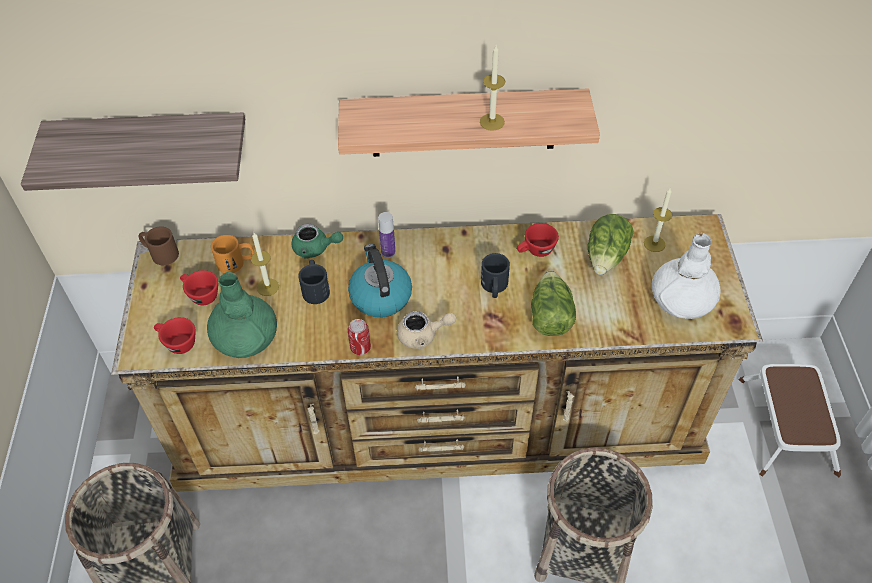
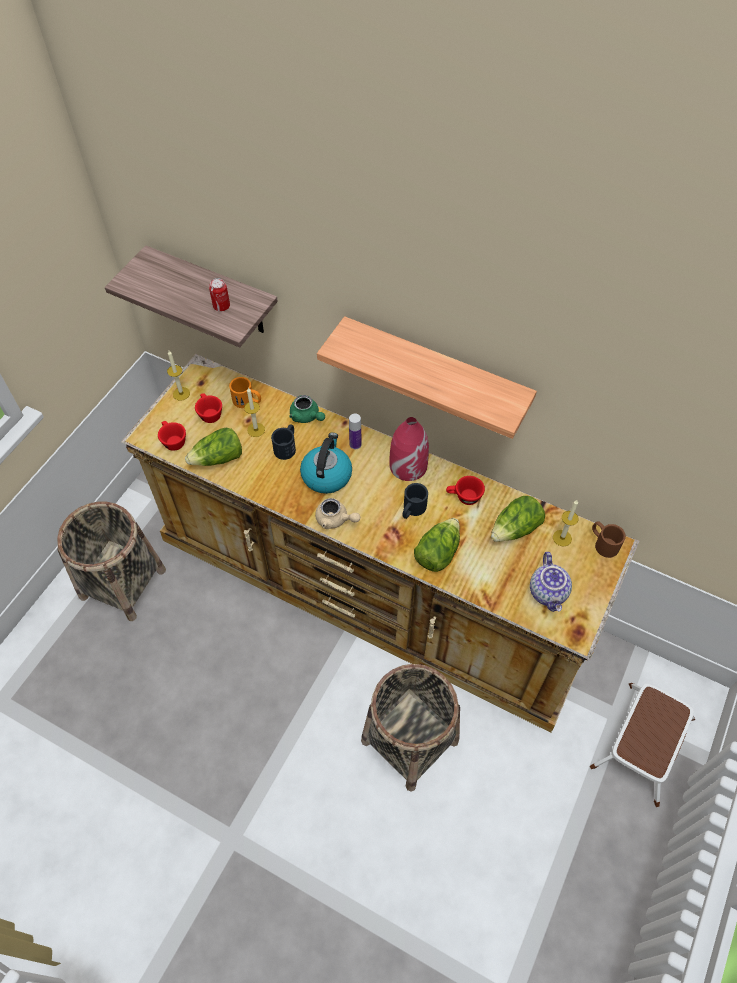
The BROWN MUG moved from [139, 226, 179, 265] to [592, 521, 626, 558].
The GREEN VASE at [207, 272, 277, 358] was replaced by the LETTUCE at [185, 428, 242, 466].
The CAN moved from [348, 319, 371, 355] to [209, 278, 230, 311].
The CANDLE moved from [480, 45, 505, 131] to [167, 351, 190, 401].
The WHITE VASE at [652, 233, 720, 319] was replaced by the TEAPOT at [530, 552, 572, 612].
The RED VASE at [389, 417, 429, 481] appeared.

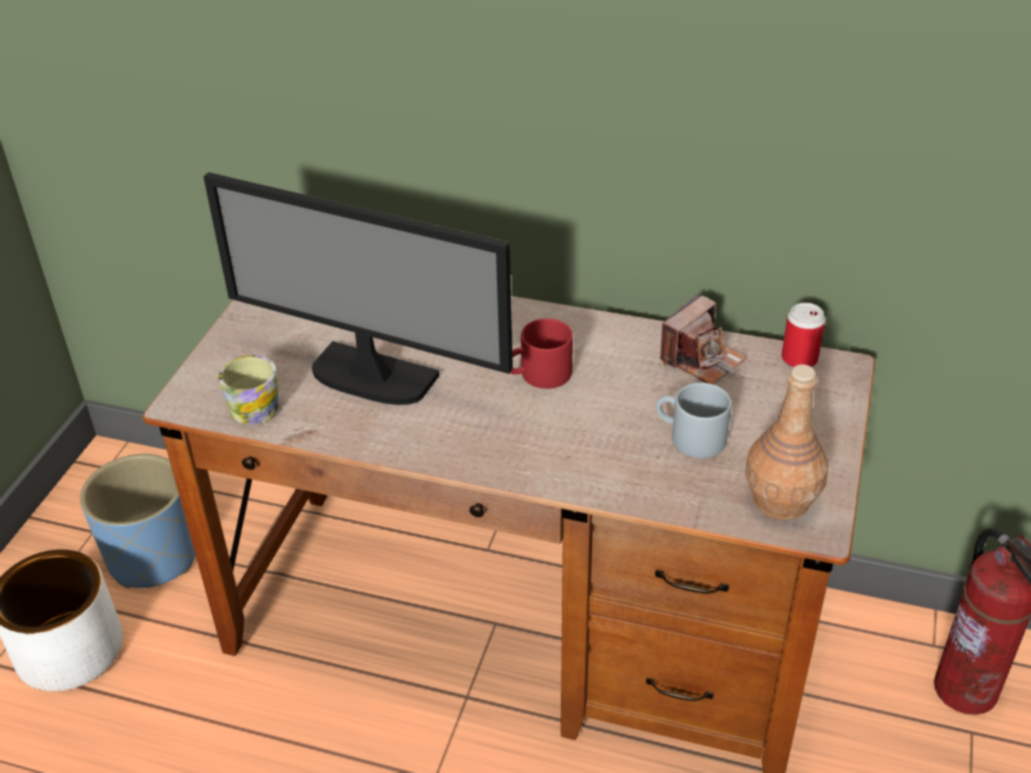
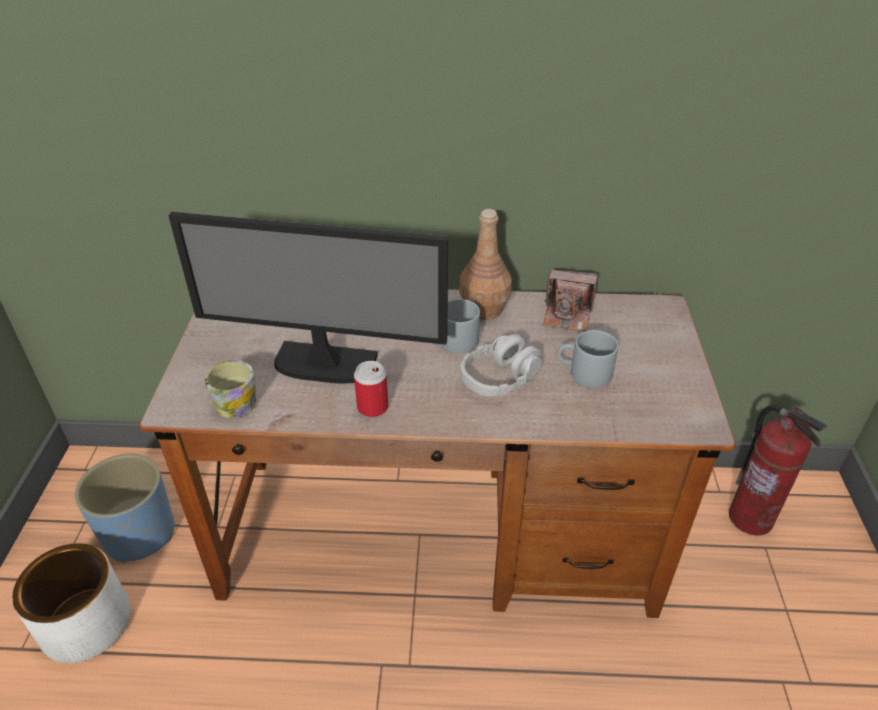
The RED MUG at [510, 318, 573, 389] became the GREY MUG at [432, 299, 480, 353].
The PHOTO CAMERA at [660, 294, 747, 385] turned 75 degrees clockwise.
The BROWN BOTTLE moved from [745, 364, 829, 520] to [459, 209, 512, 320].
The CAN moved from [781, 303, 825, 367] to [354, 361, 388, 417].
The GREY HEADPHONES at [460, 334, 542, 396] appeared.

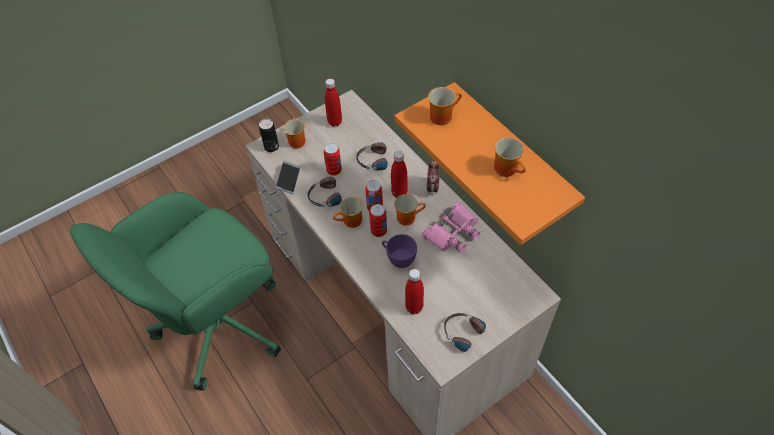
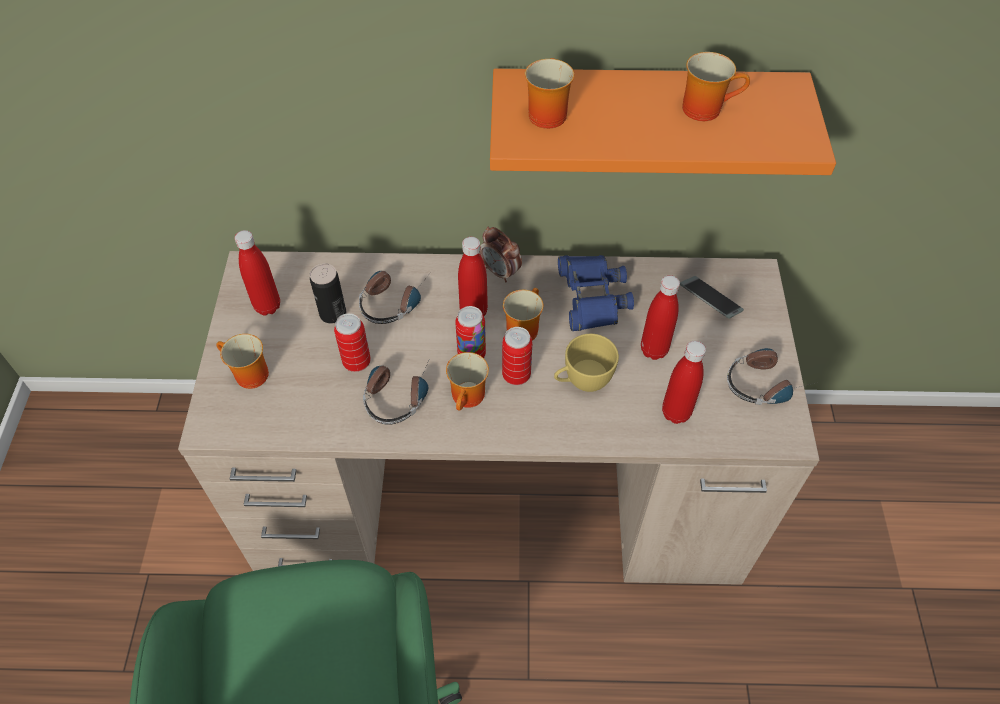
The CAN moved from [259, 119, 279, 152] to [310, 263, 346, 324].
The PHONE moved from [275, 161, 300, 194] to [680, 276, 744, 319].
The PURPLE CUP at [382, 234, 417, 268] became the YELLOW CUP at [554, 334, 619, 392].
The PINK BINOCULARS at [422, 202, 481, 253] became the BLUE BINOCULARS at [558, 255, 634, 331].
The RED BOTTLE at [641, 275, 680, 360] appeared.

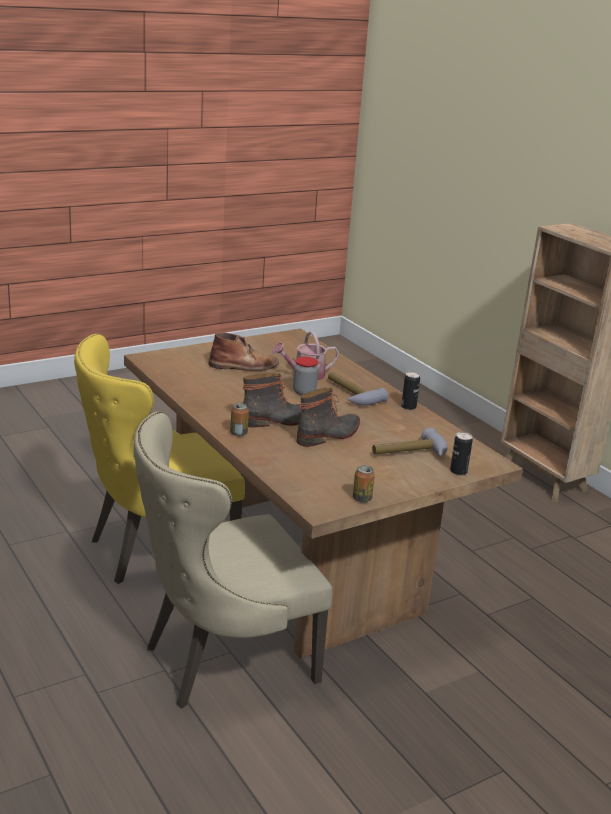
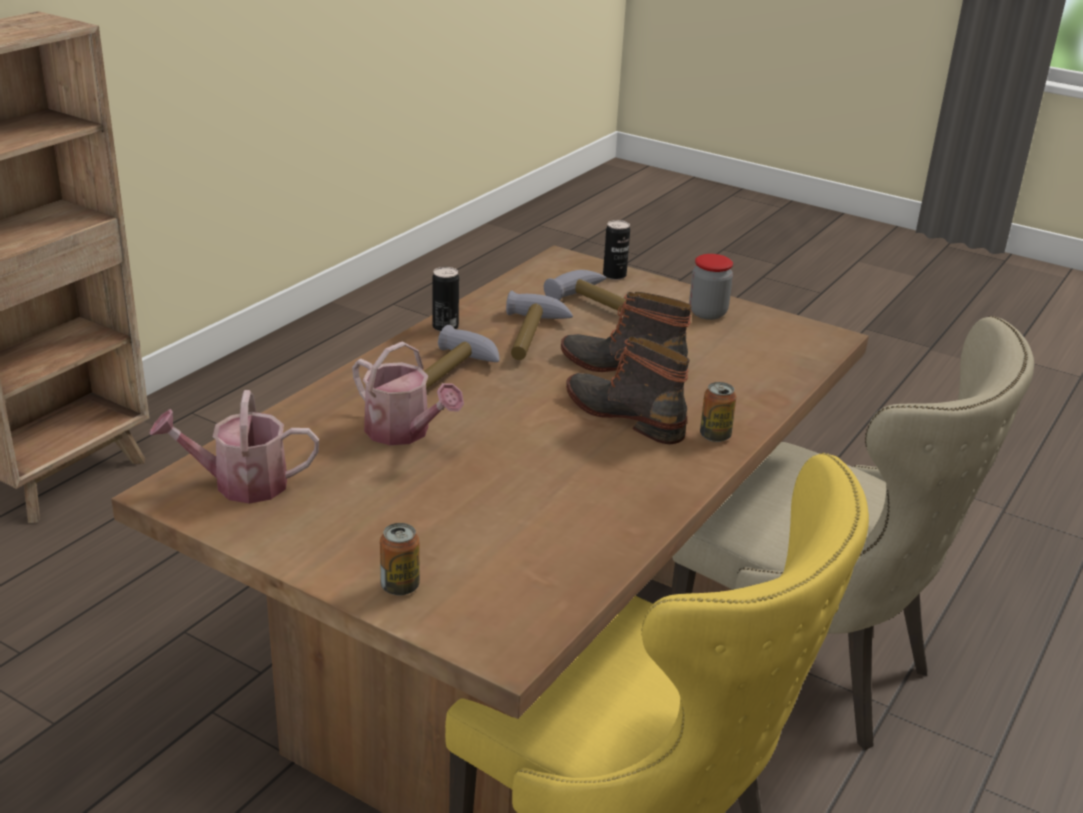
The BROWN BOOT at [208, 332, 279, 371] disappeared.
The JAR moved from [293, 357, 318, 396] to [689, 254, 733, 320].
The CAN moved from [353, 465, 375, 503] to [380, 523, 419, 596].
The WATERING CAN at [150, 390, 319, 504] appeared.
The HAMMER at [506, 291, 573, 360] appeared.

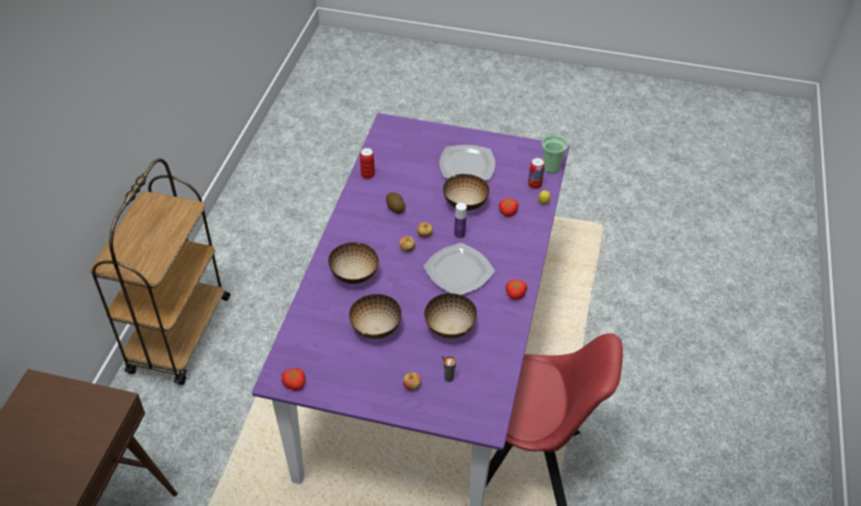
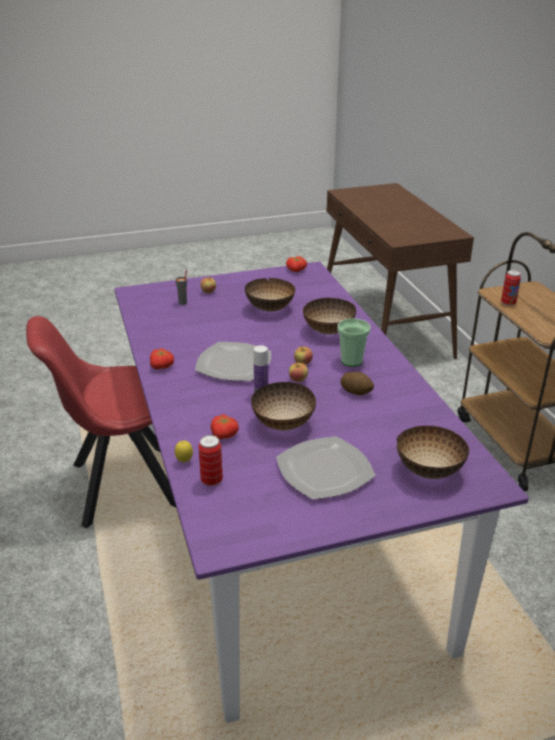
The CAN moved from [360, 148, 375, 179] to [501, 270, 521, 306].
The BOWL moved from [424, 293, 477, 339] to [397, 426, 470, 479].
The CUP moved from [542, 136, 568, 173] to [338, 318, 371, 367].

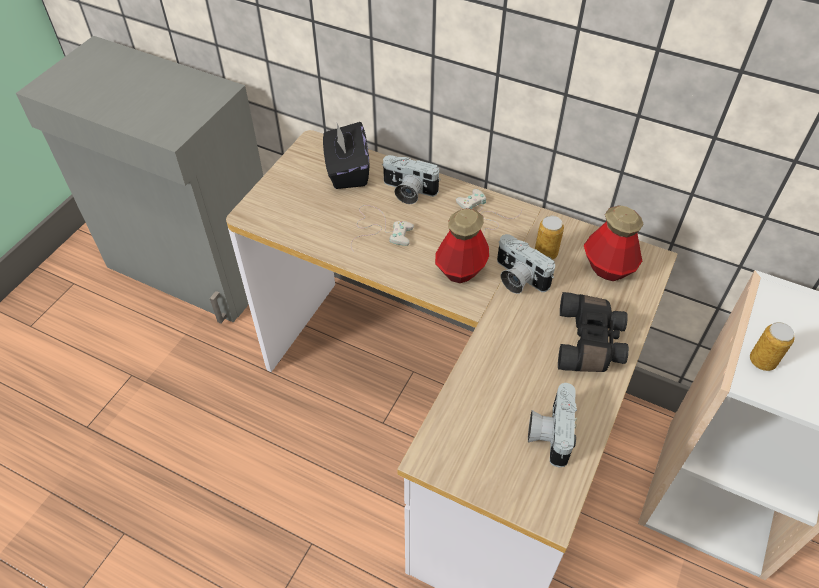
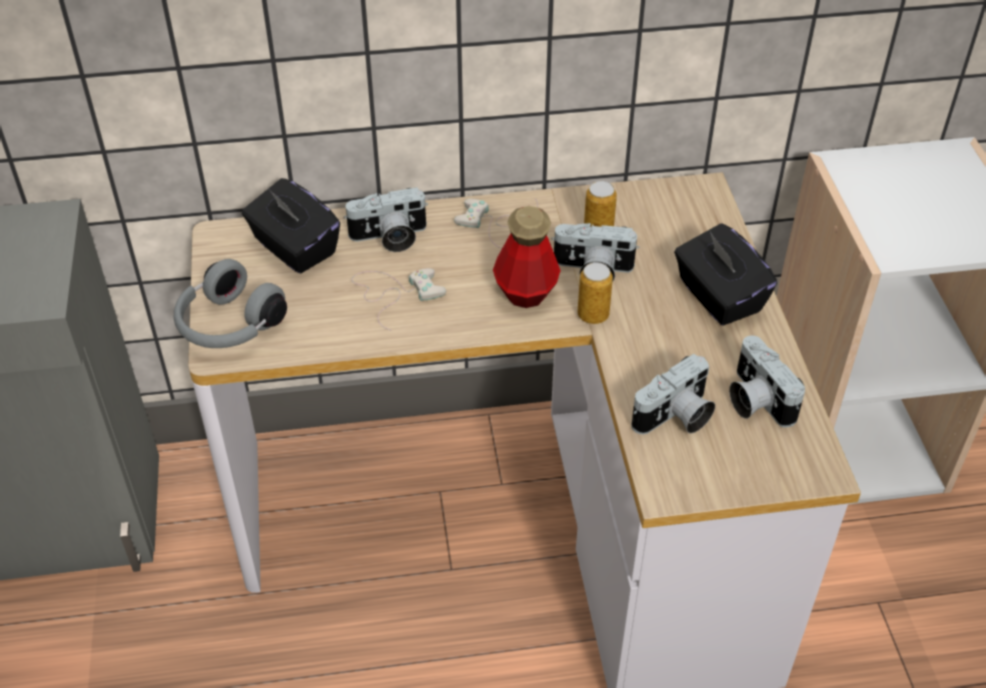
The BLACK BINOCULARS at [558, 292, 629, 372] was replaced by the BLACK TISSUE BOX at [674, 223, 777, 326].
The BOTTLE at [584, 206, 644, 281] disappeared.
The CAN moved from [750, 322, 795, 371] to [578, 262, 613, 324].
The GREY HEADPHONES at [174, 259, 287, 348] appeared.
The PHOTO CAMERA at [631, 354, 715, 434] appeared.

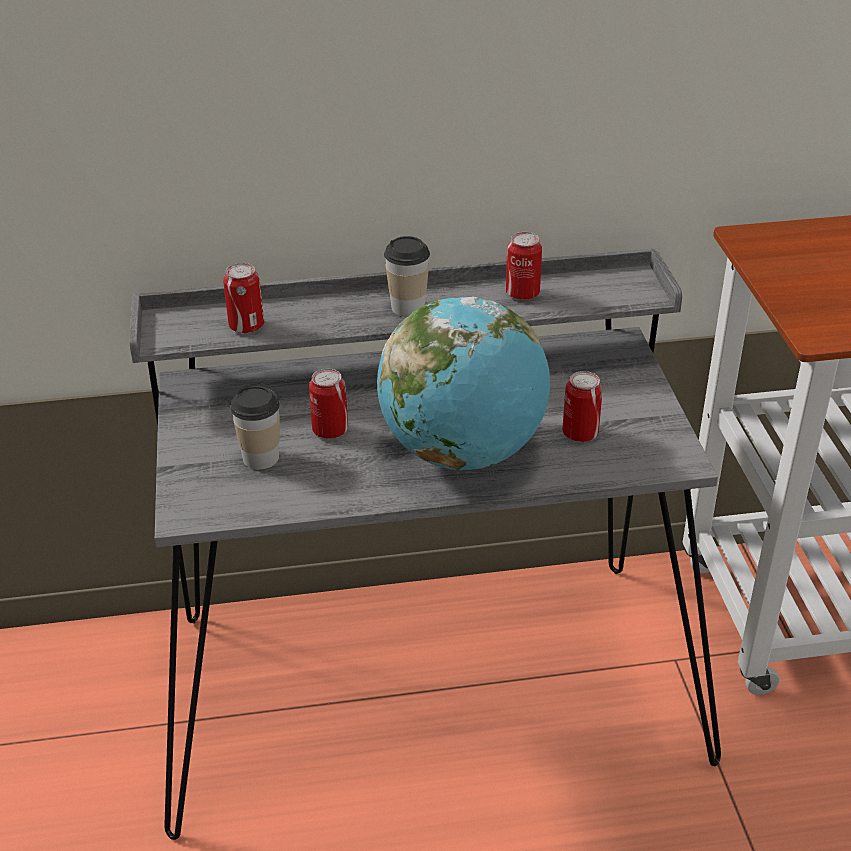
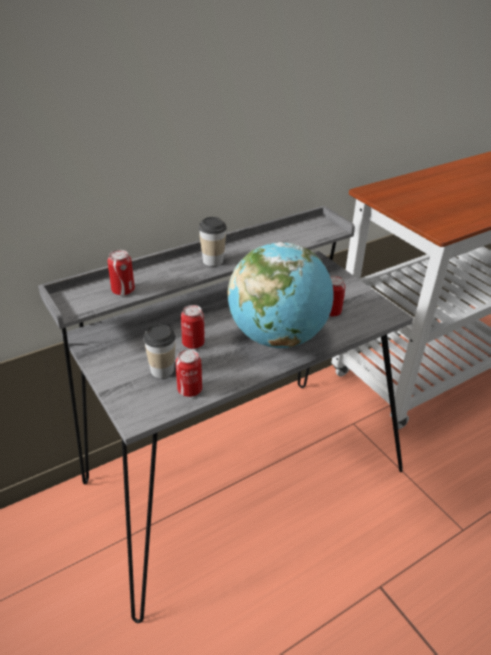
The CAN moved from [506, 232, 542, 300] to [176, 349, 202, 397].

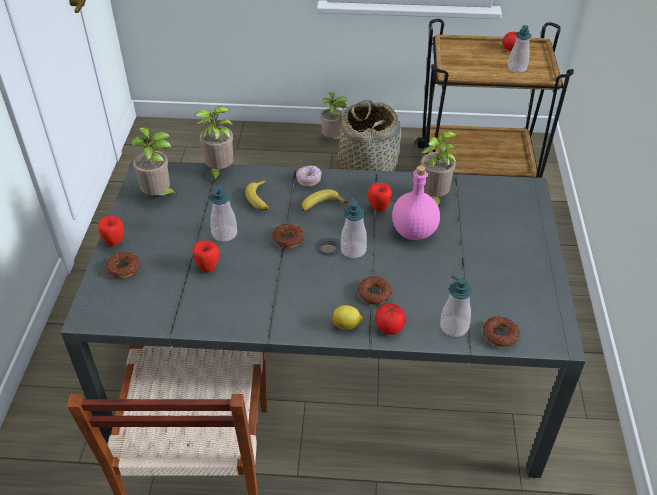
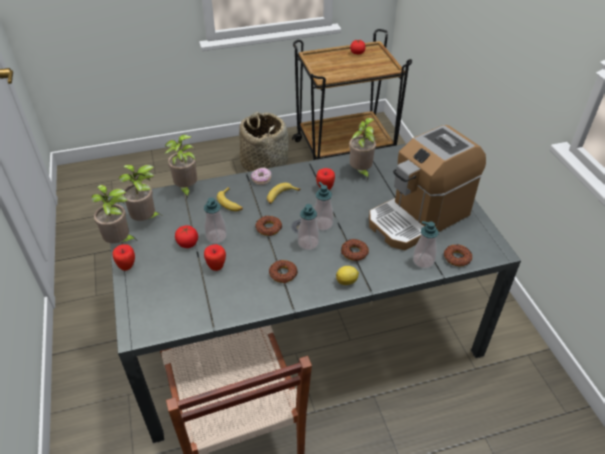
The DONUT moved from [105, 252, 140, 279] to [269, 260, 298, 283].
The POTTED PLANT moved from [320, 92, 348, 139] to [92, 185, 137, 243].
The TOMATO moved from [375, 304, 406, 335] to [175, 225, 198, 248].
The PINK BOTTLE at [392, 165, 440, 240] disappeared.
The SOAP DISPENSER moved from [508, 25, 531, 73] to [298, 204, 319, 250].
The COFFEE MACHINE at [369, 125, 486, 250] appeared.

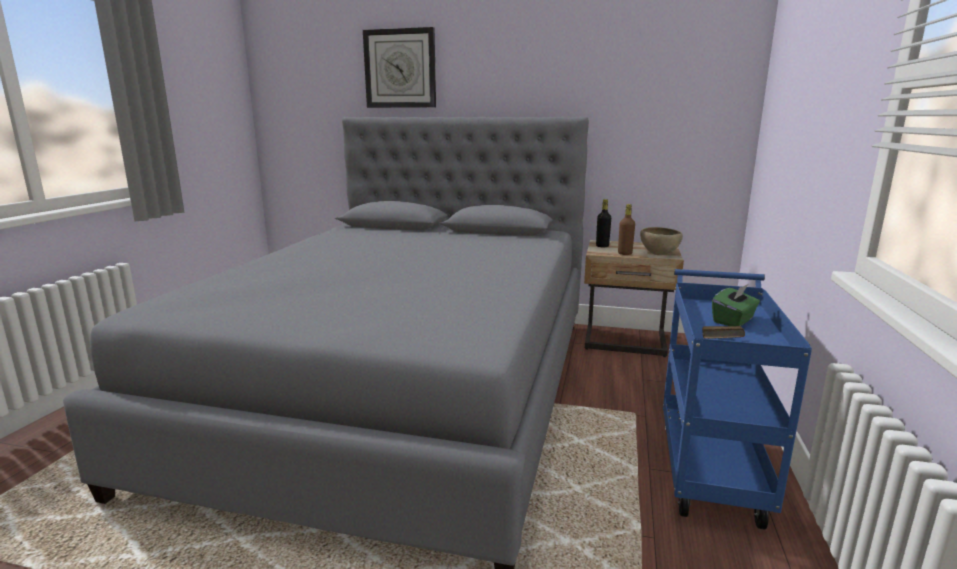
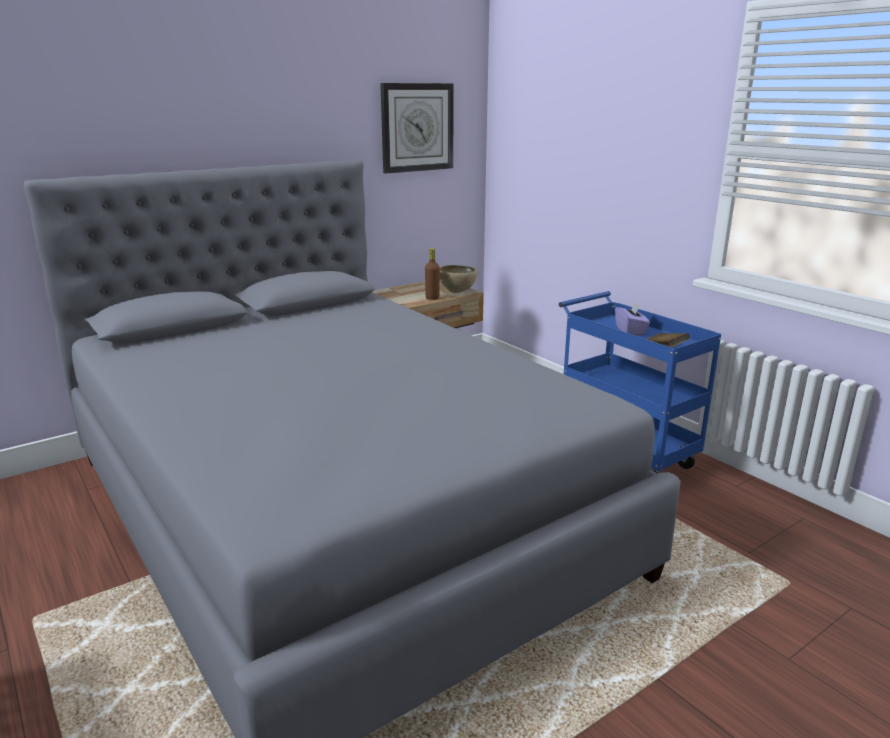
The WALL CLOCK moved from [363, 27, 436, 108] to [380, 83, 454, 173].
The BLACK BOTTLE at [596, 199, 611, 247] disappeared.
The GREEN TISSUE BOX at [712, 284, 760, 327] became the PURPLE TISSUE BOX at [615, 301, 650, 336].

